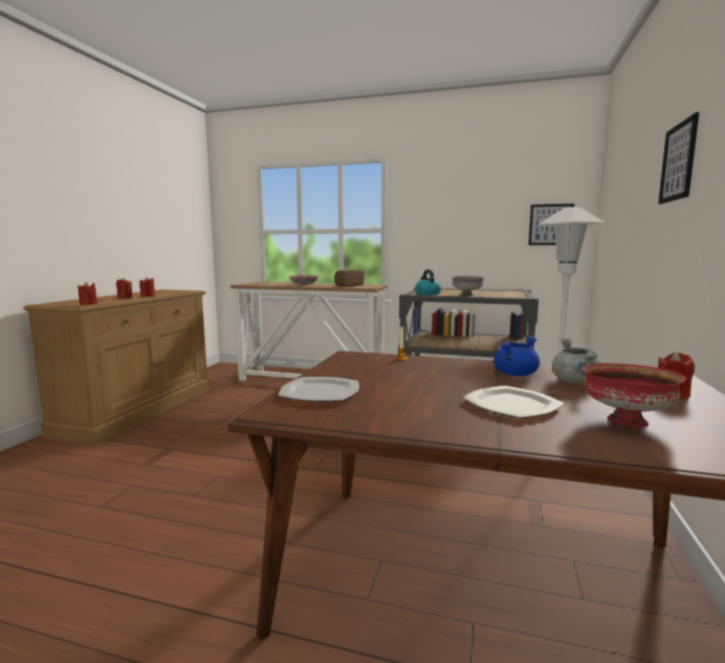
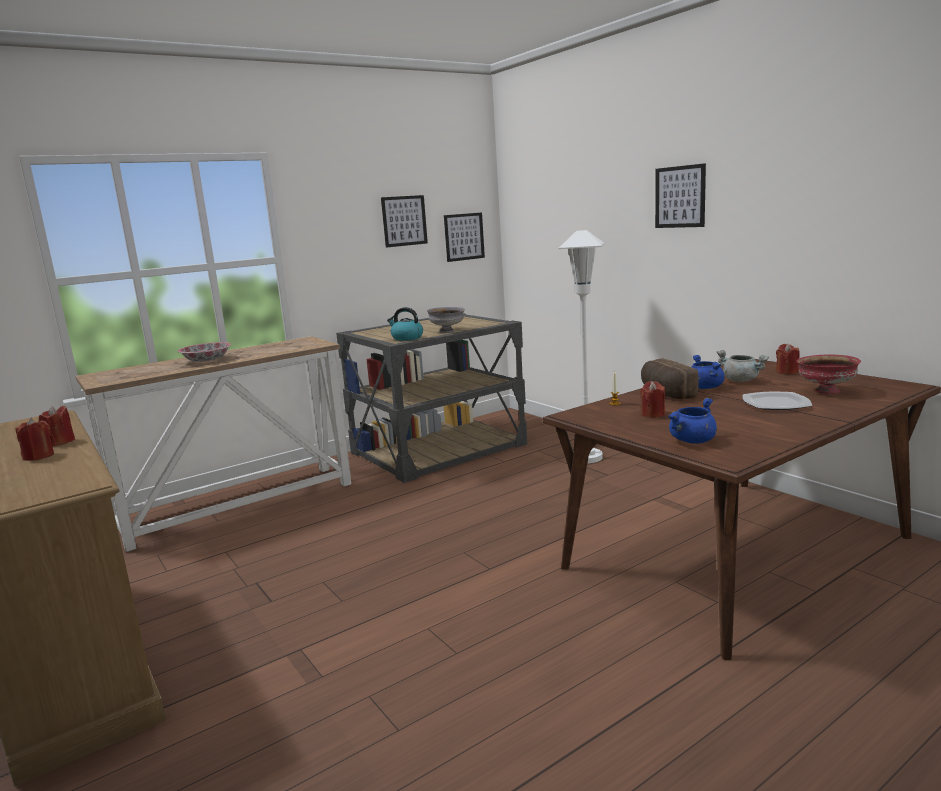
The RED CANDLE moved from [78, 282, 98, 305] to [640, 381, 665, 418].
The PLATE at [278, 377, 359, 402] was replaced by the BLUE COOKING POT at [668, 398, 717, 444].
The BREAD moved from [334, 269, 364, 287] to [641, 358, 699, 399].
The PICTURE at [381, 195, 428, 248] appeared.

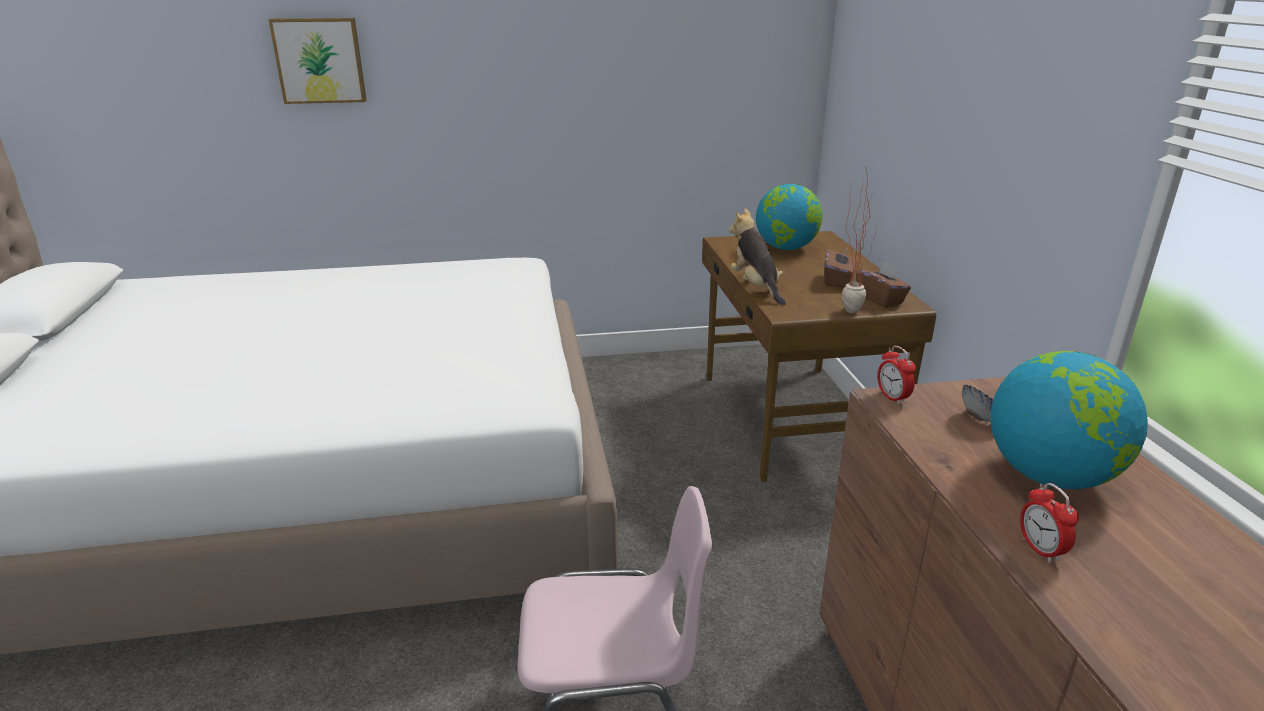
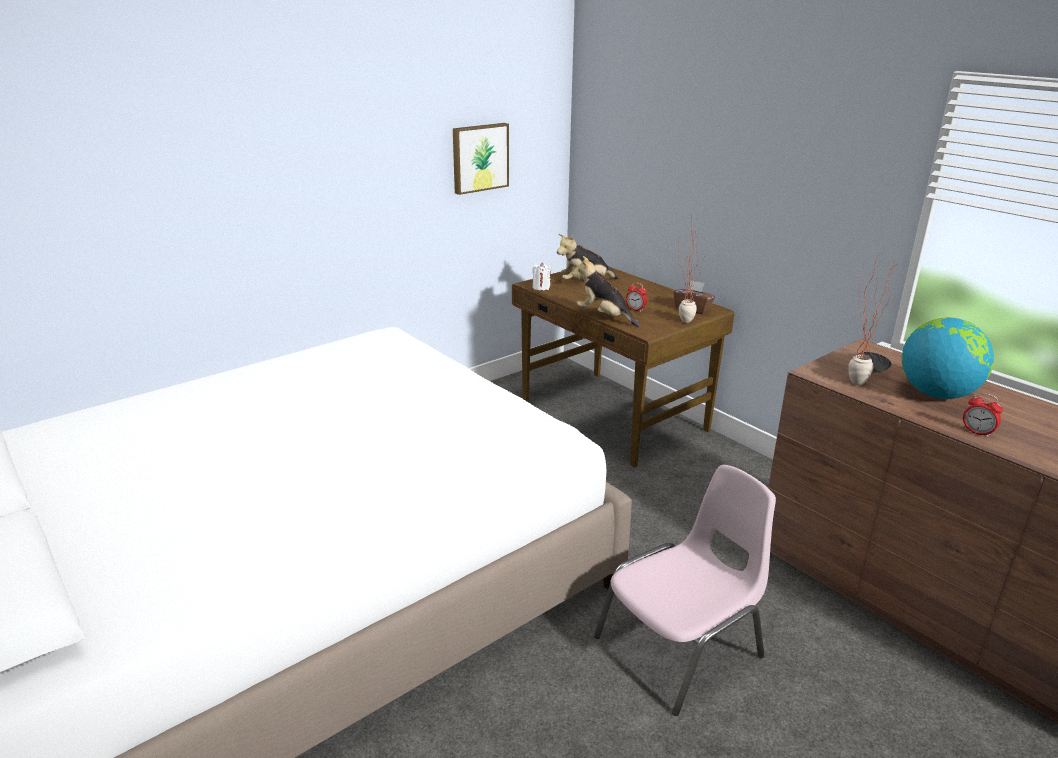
The PICTURE moved from [268, 18, 367, 104] to [453, 123, 509, 195].
The GLOBE at [756, 184, 822, 250] was replaced by the PLUSH TOY at [557, 234, 619, 280].
The BROWN TISSUE BOX at [824, 245, 856, 288] disappeared.
The ALARM CLOCK moved from [877, 346, 916, 405] to [626, 282, 647, 312].
The WHITE CANDLE at [533, 262, 551, 290] appeared.
The POTTED PLANT at [848, 250, 894, 385] appeared.

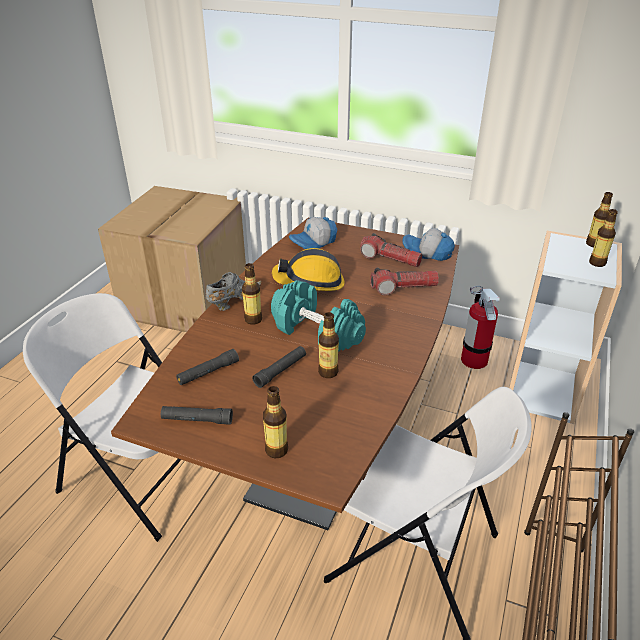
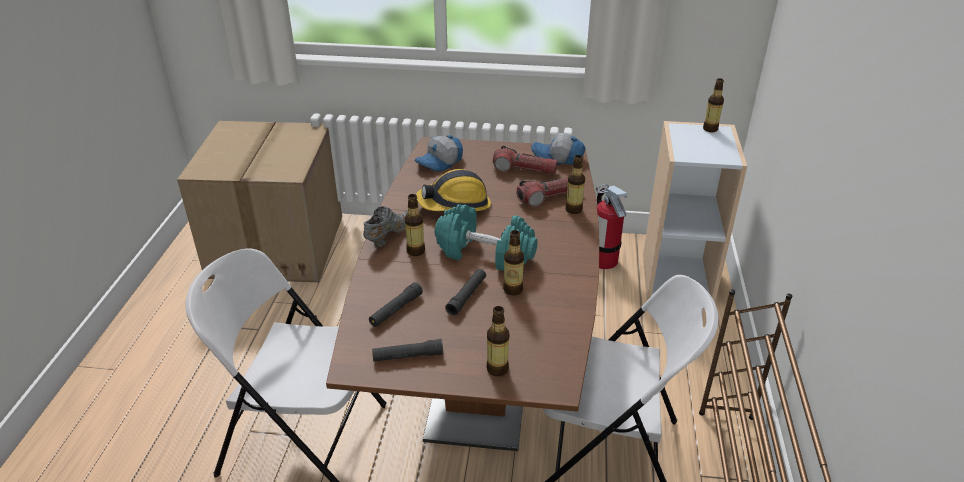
The BOTTLE moved from [589, 209, 618, 267] to [565, 155, 585, 214].

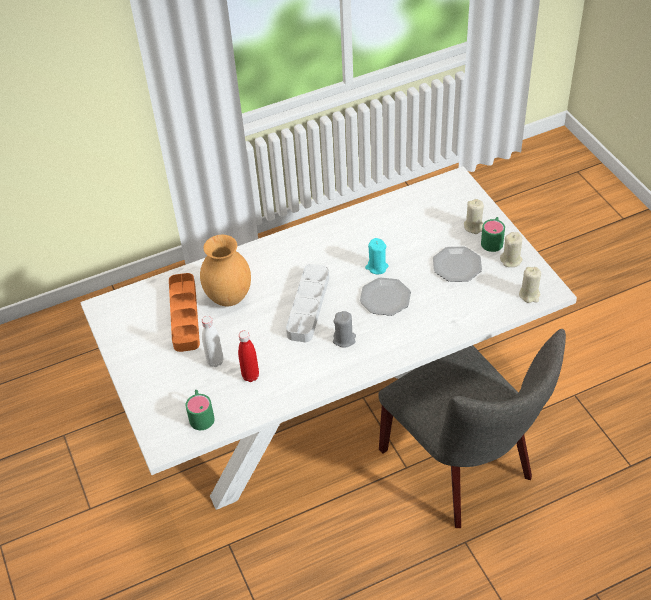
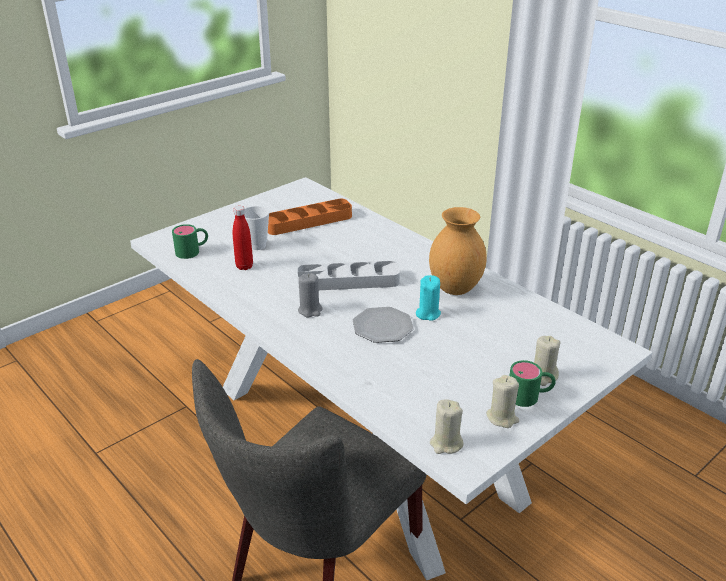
The BROWN VASE moved from [200, 235, 251, 306] to [429, 207, 487, 295].
The WHITE BOTTLE at [202, 316, 223, 367] was replaced by the CUP at [244, 206, 269, 250].
The PLATE at [433, 247, 482, 282] disappeared.

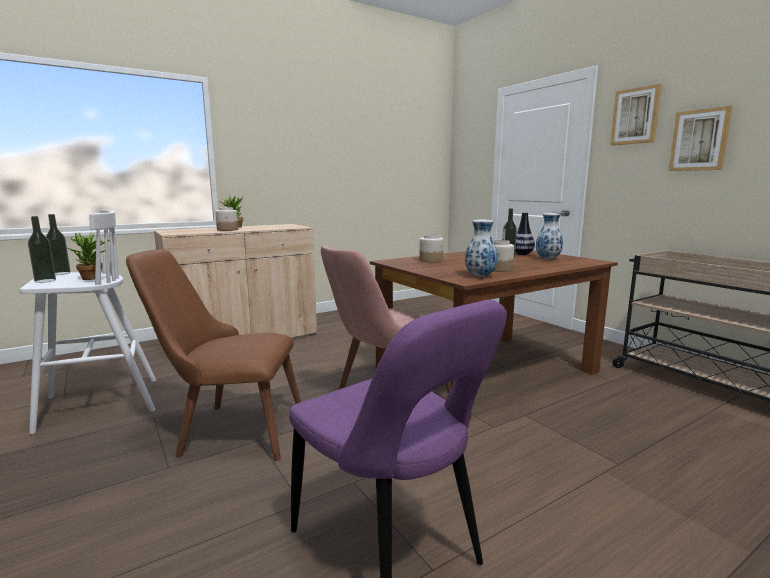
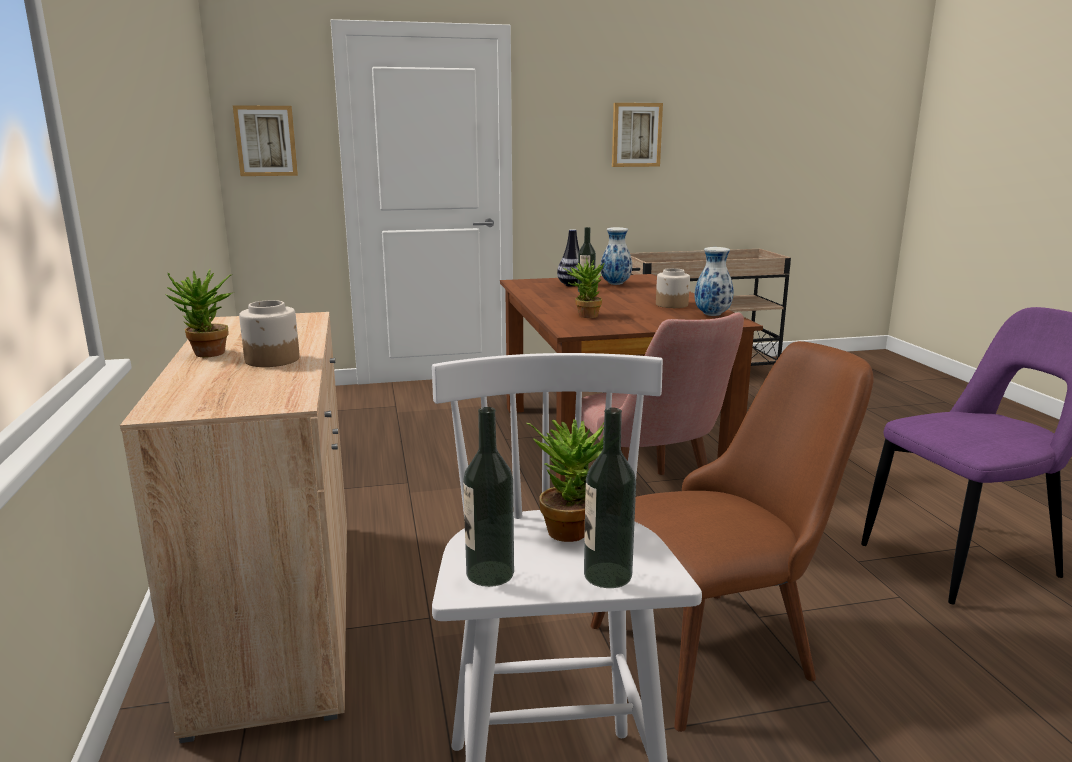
The BROWN CHAIR at [126, 249, 301, 461] turned 135 degrees counterclockwise.
The JAR at [419, 234, 444, 262] was replaced by the POTTED PLANT at [563, 257, 605, 318].
The PICTURE moved from [610, 84, 662, 145] to [233, 105, 298, 176].

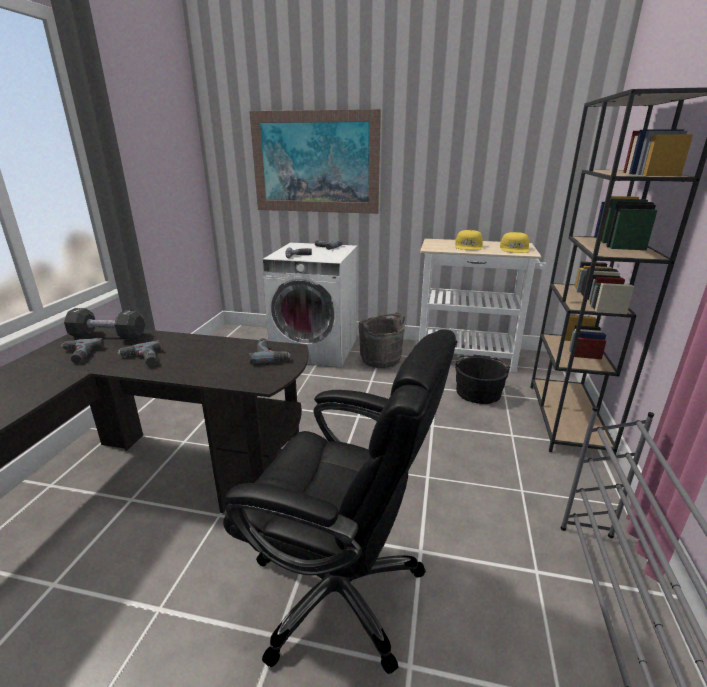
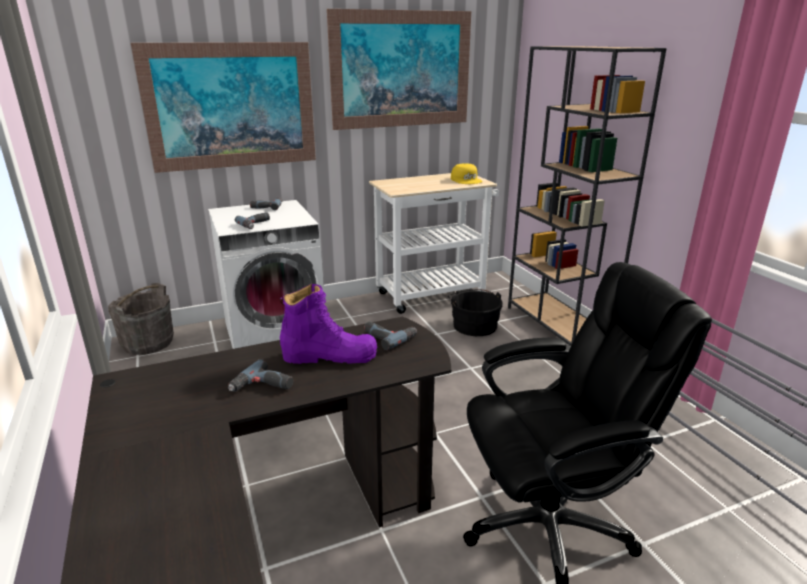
The POWER DRILL at [61, 338, 104, 364] disappeared.
The BLACK DUMBBELL at [64, 308, 145, 340] disappeared.
The GREY BUCKET moved from [359, 313, 405, 368] to [108, 283, 174, 355].
The YELLOW CAP at [455, 230, 483, 250] disappeared.
The PURPLE BOOT at [280, 284, 377, 364] appeared.
The PICTURE at [327, 9, 471, 130] appeared.

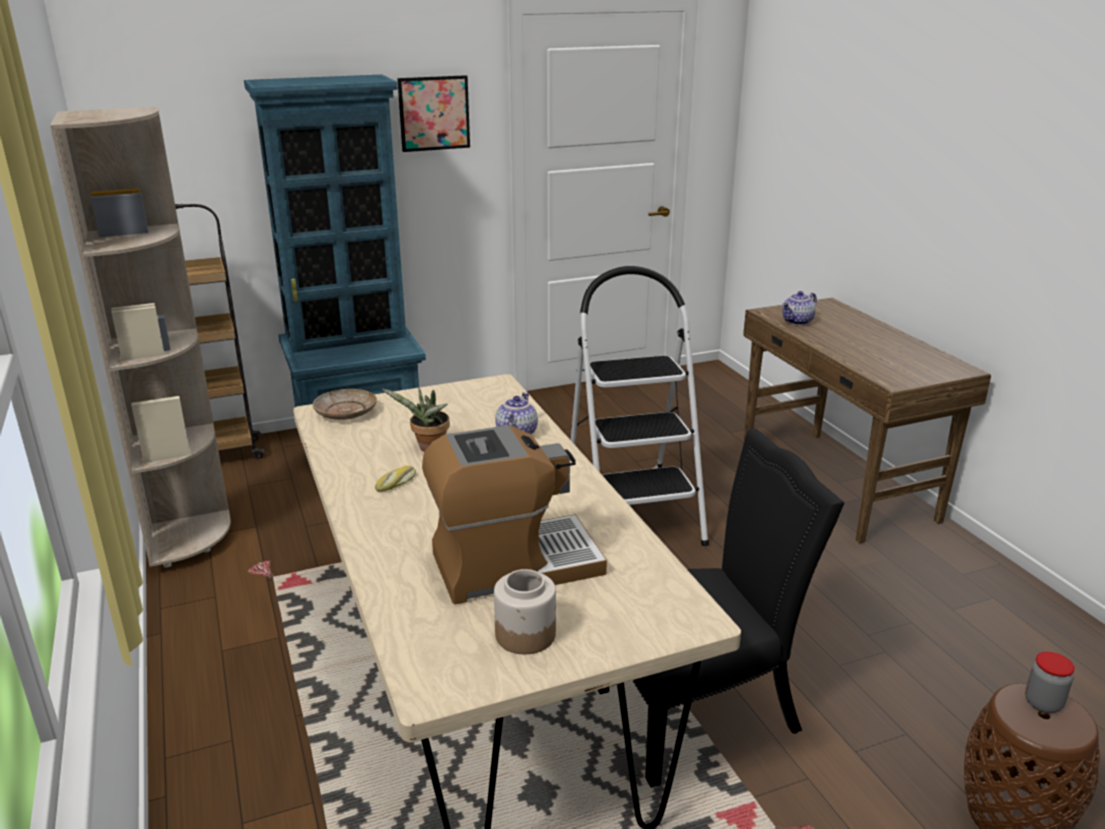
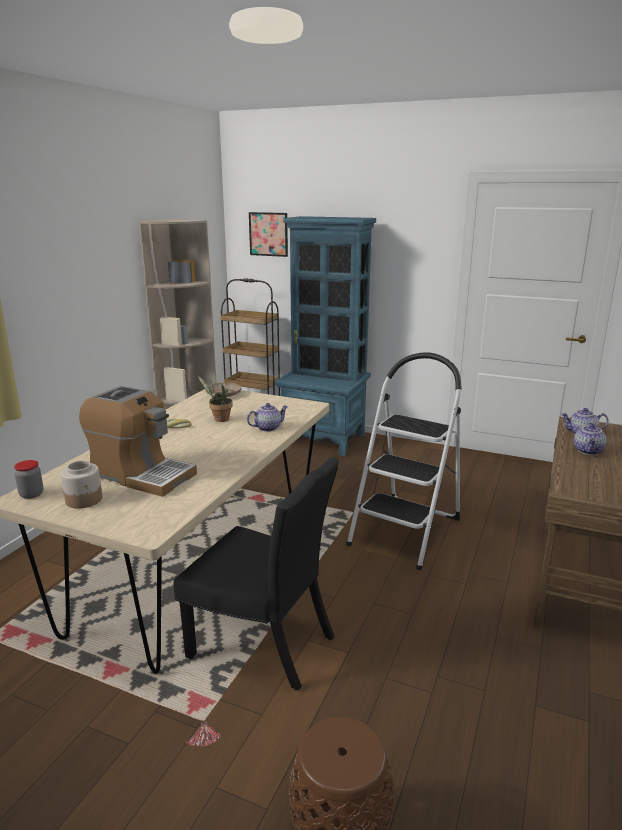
The PICTURE moved from [397, 75, 470, 152] to [249, 212, 288, 257].
The JAR moved from [1025, 652, 1075, 713] to [14, 460, 43, 499].
The TEAPOT at [574, 423, 607, 455] appeared.

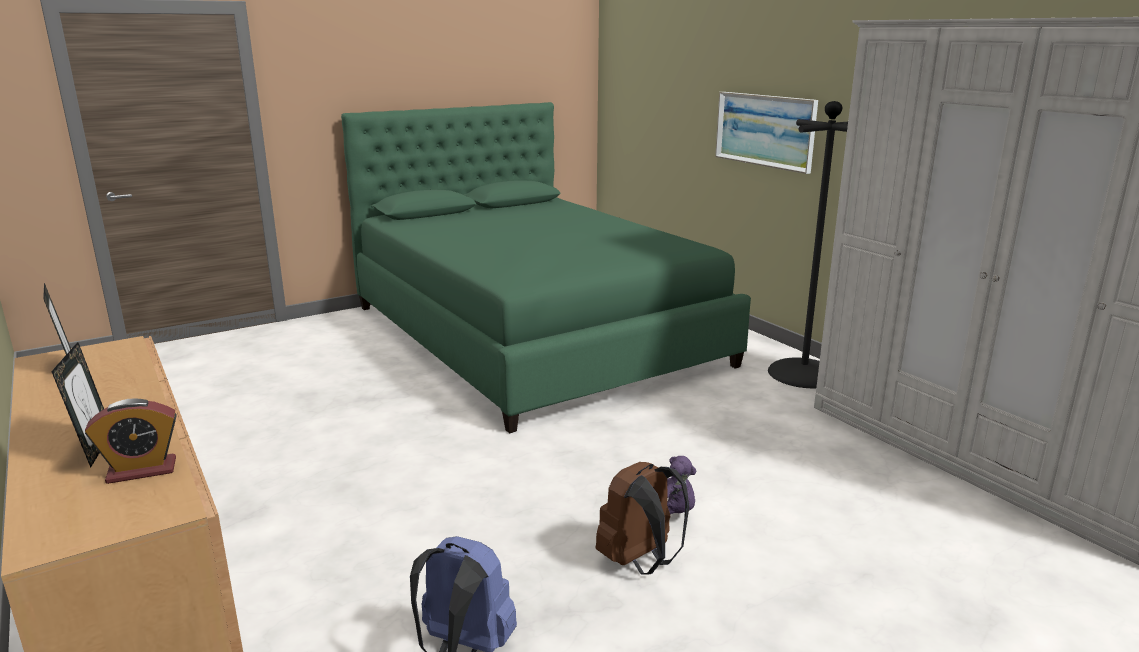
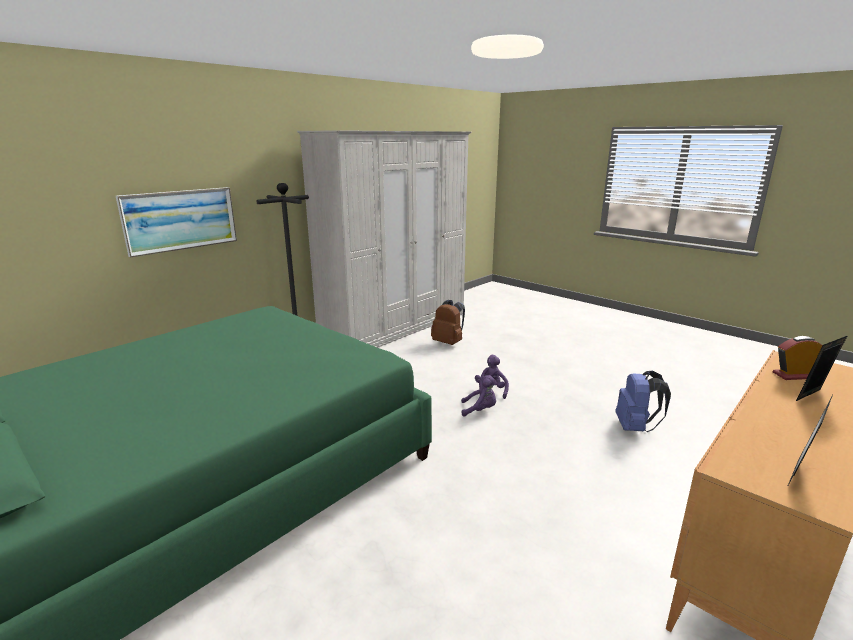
The ALARM CLOCK at [85, 399, 177, 484] turned 60 degrees counterclockwise.
The BROWN BACKPACK moved from [596, 462, 689, 575] to [431, 300, 465, 345].
The PURPLE PLUSH TOY at [461, 375, 497, 417] appeared.

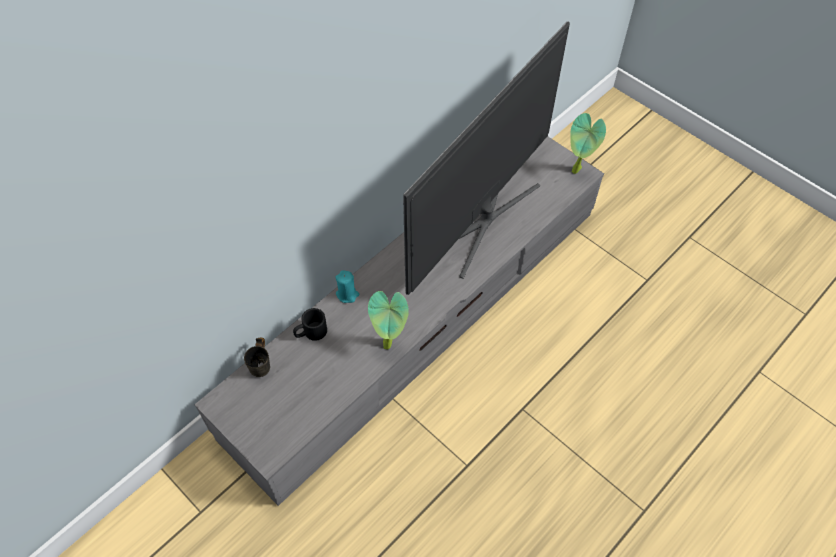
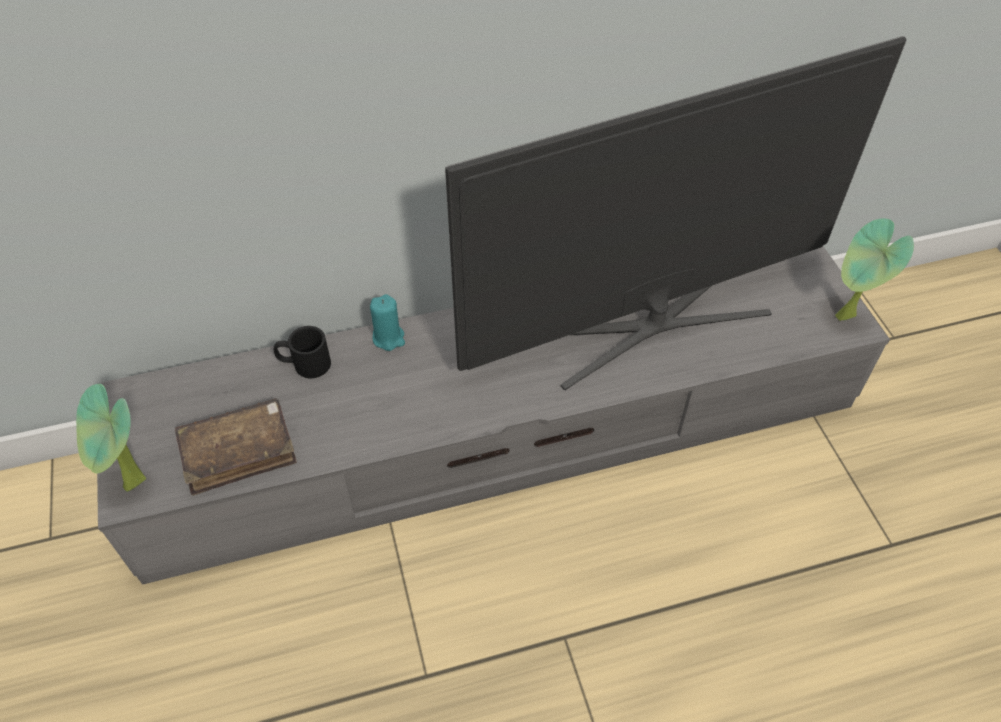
The GREY MUG at [244, 337, 270, 377] disappeared.
The POTTED PLANT moved from [368, 291, 409, 349] to [76, 384, 146, 492].
The BROWN BOOK at [175, 398, 297, 496] appeared.

